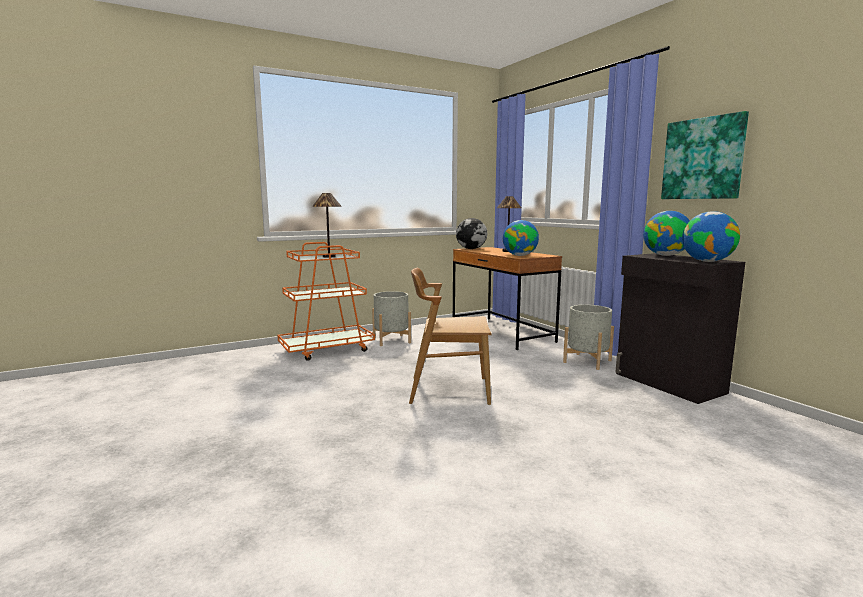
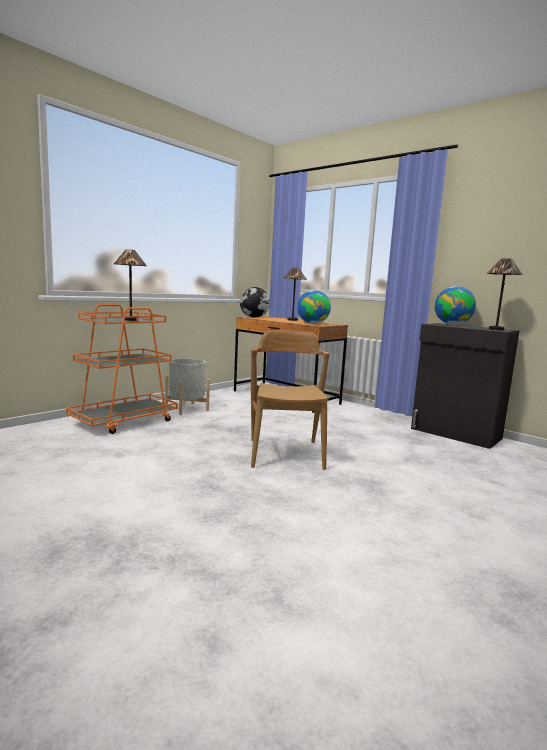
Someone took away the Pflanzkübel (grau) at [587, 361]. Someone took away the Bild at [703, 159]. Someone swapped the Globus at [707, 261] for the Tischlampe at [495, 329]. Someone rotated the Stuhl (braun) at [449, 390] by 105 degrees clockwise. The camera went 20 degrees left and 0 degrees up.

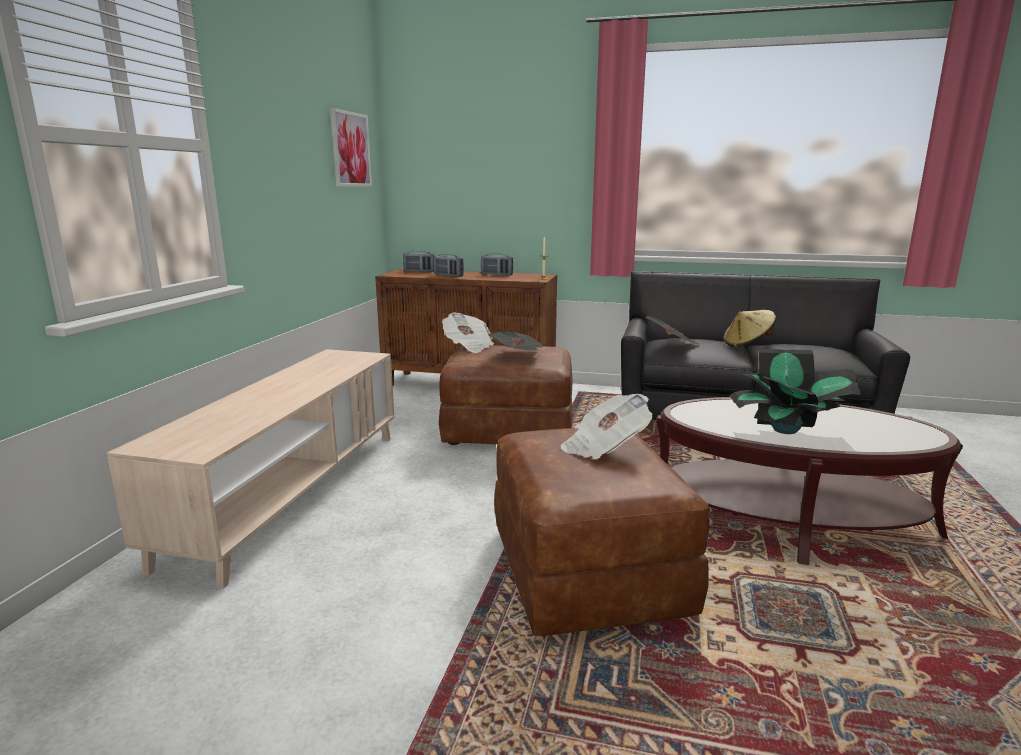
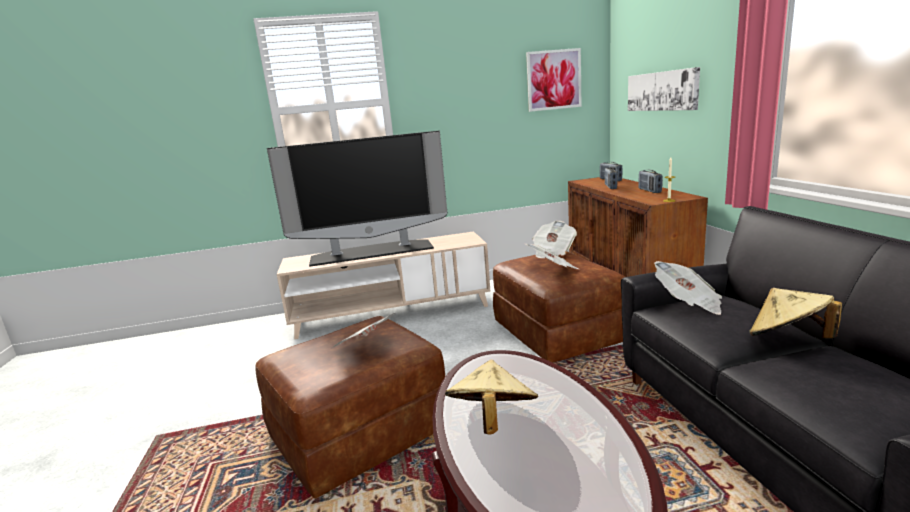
Someone put down the Fernseher at [372, 252]. Someone put up the Bild at [662, 91]. Someone swapped the Topfpflanze at [786, 430] for the Hut (beige) at [492, 420]. The camera went 65 degrees right and 0 degrees up.

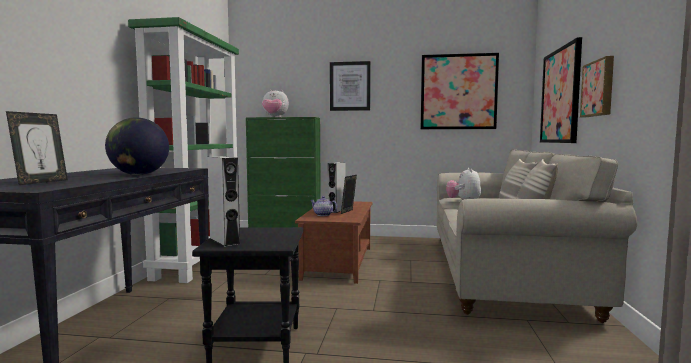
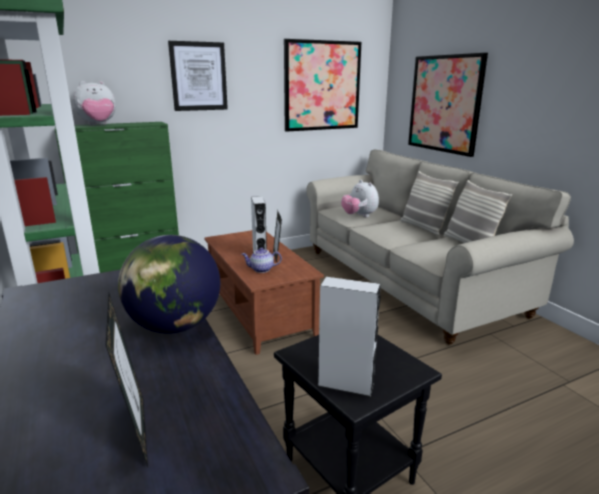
Someone took away the Bild at [599, 88]. The camera went 35 degrees left and 15 degrees up.

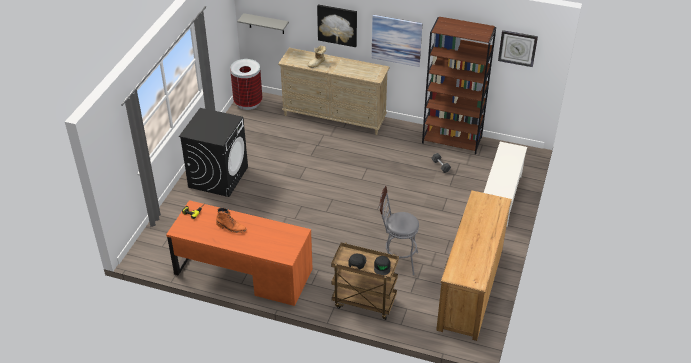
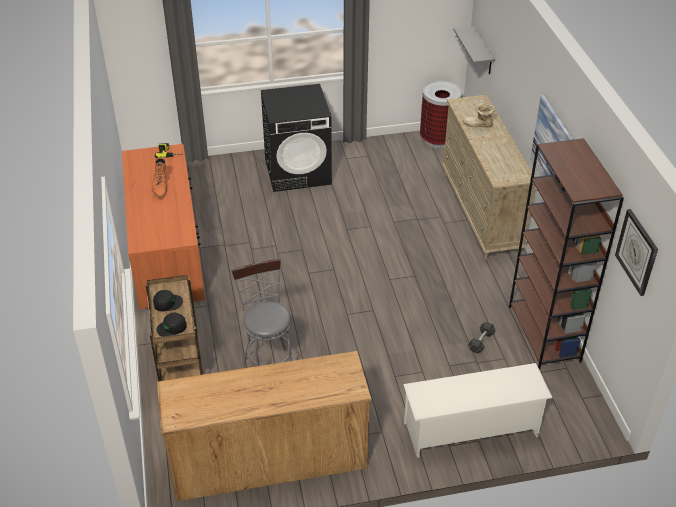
Someone took away the Bild at [337, 25]. The camera went 60 degrees right and 0 degrees up.

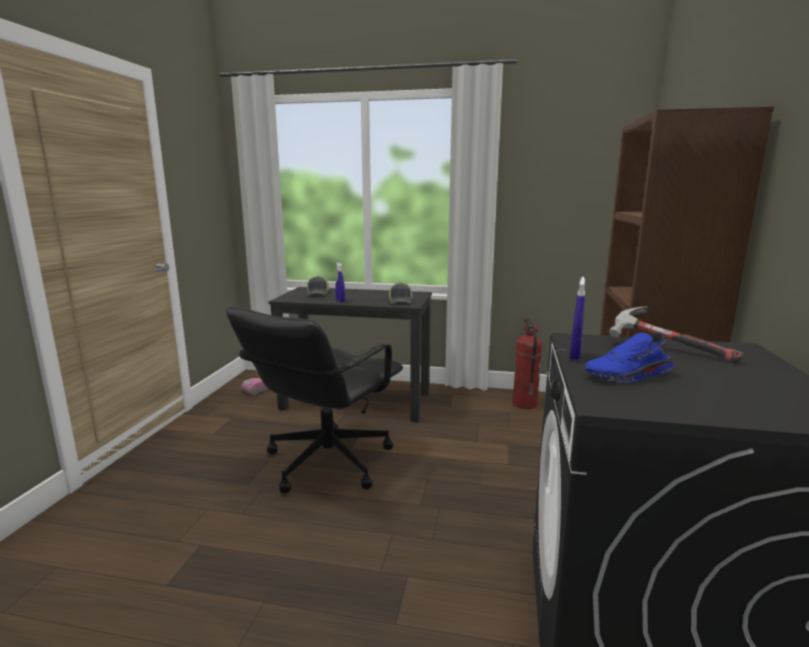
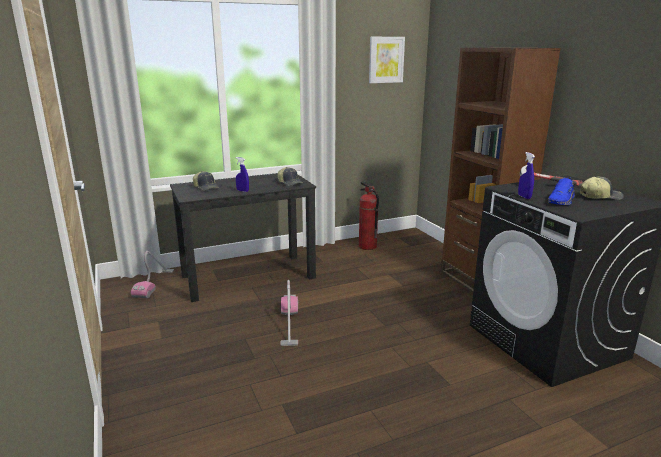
Someone put up the Bild at [386, 60]. Someone put down the Kappe at [599, 197]. Someone swapped the Bürostuhl (schwarz) at [326, 461] for the Staubsauger at [289, 323]. The camera went 35 degrees left and 5 degrees up.

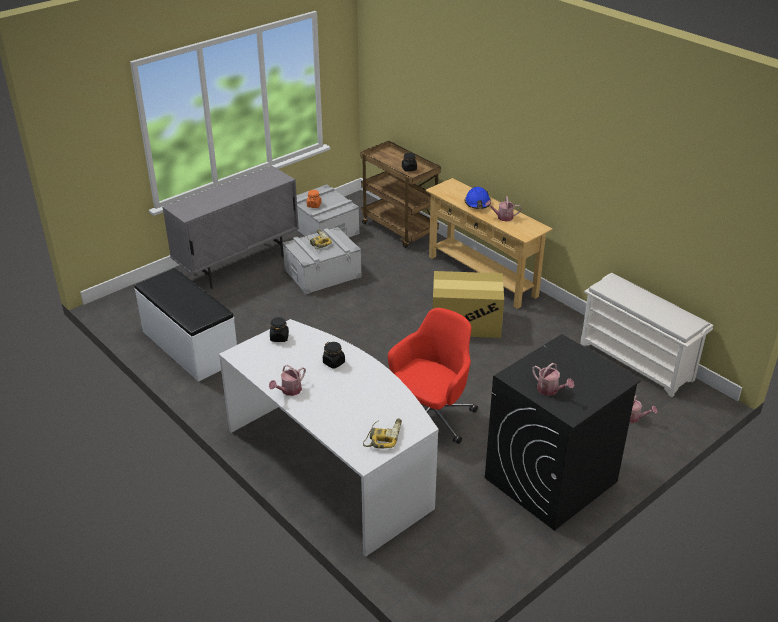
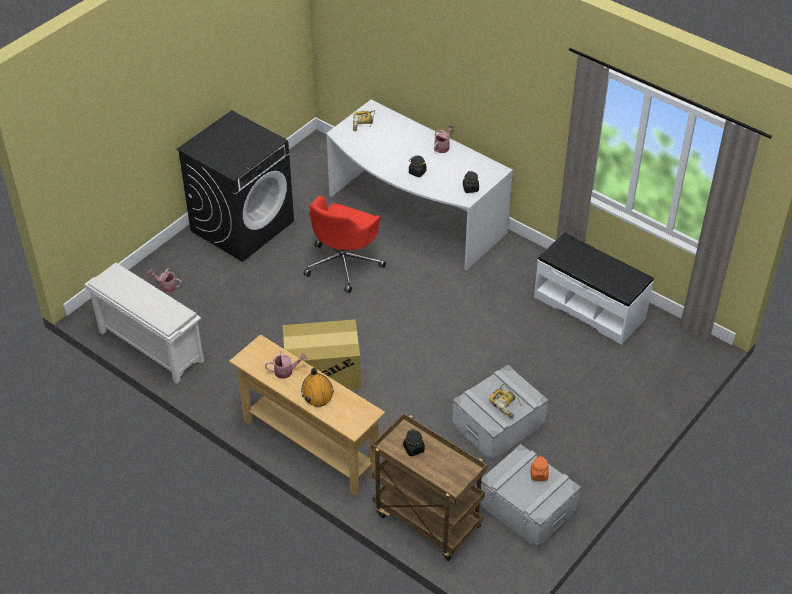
Someone took away the Schrank (grau) at [238, 265]. Someone took away the Gießkanne at [550, 390]. Someone repainted the Schutzhelm (blau) at [477, 203], which became the Schutzhelm (orange) at [317, 392]. The camera went 170 degrees right and 10 degrees up.

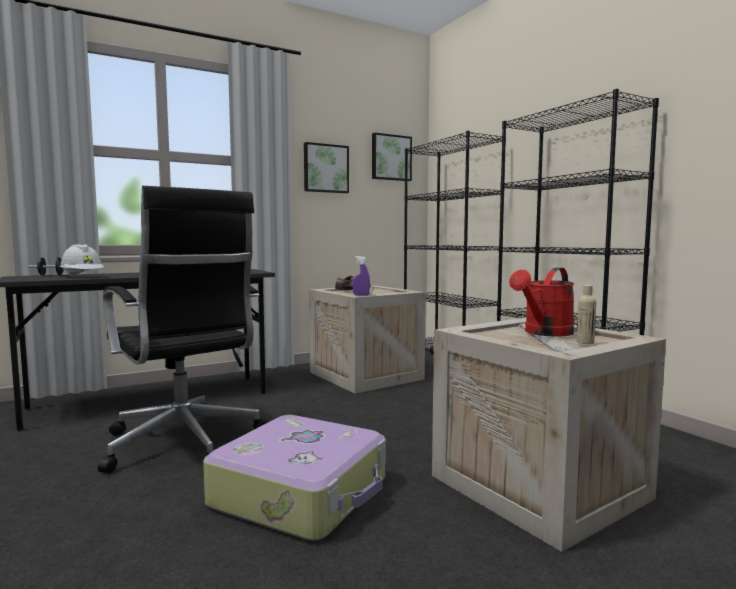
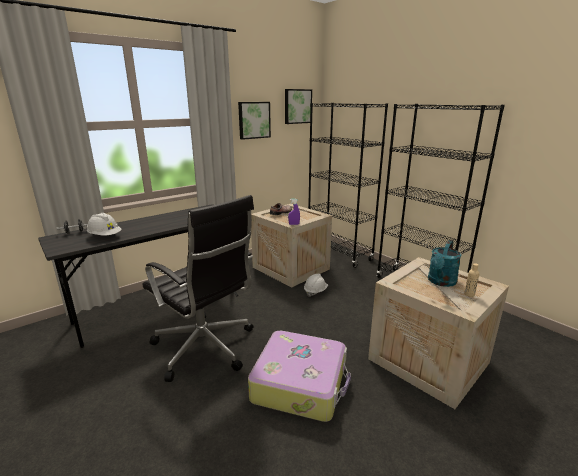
Someone put down the Schutzhelm (weiß) at [315, 291]. Someone repainted the Gießkanne (rot) at [544, 333], which became the Gießkanne (türkis) at [440, 282]. The camera went 10 degrees left and 15 degrees up.

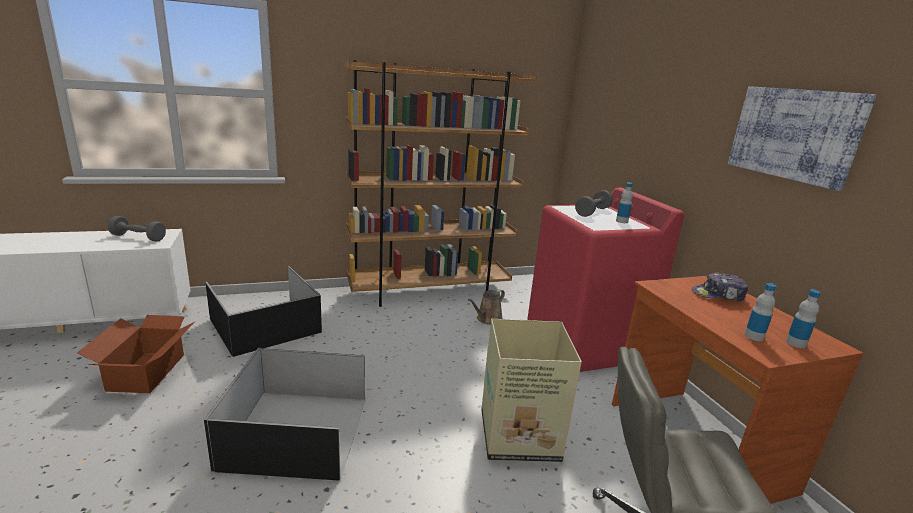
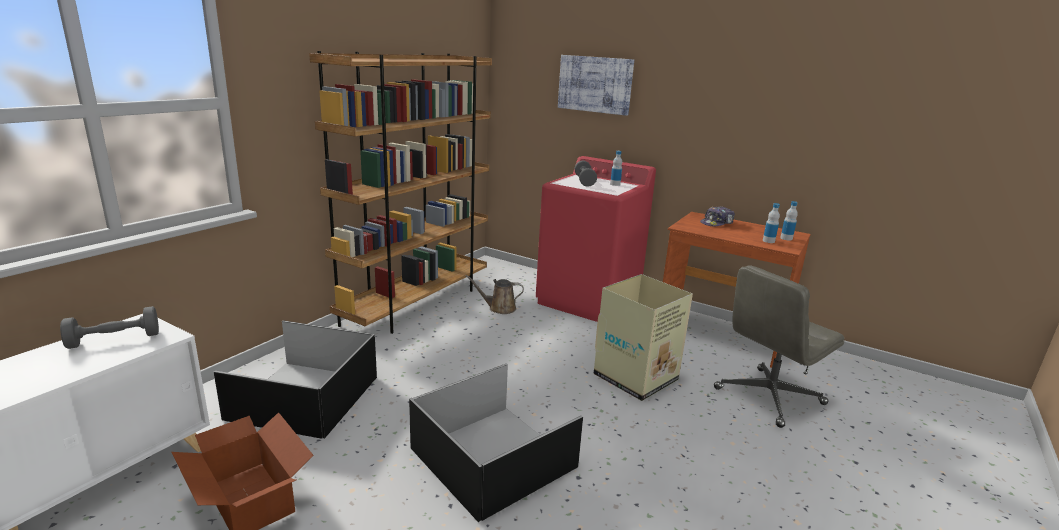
Someone carried the Bild from [793, 134] to [595, 84]. Someone rotated the Gießkanne (braun) at [487, 319] by 90 degrees clockwise. The camera went 40 degrees left and 0 degrees up.

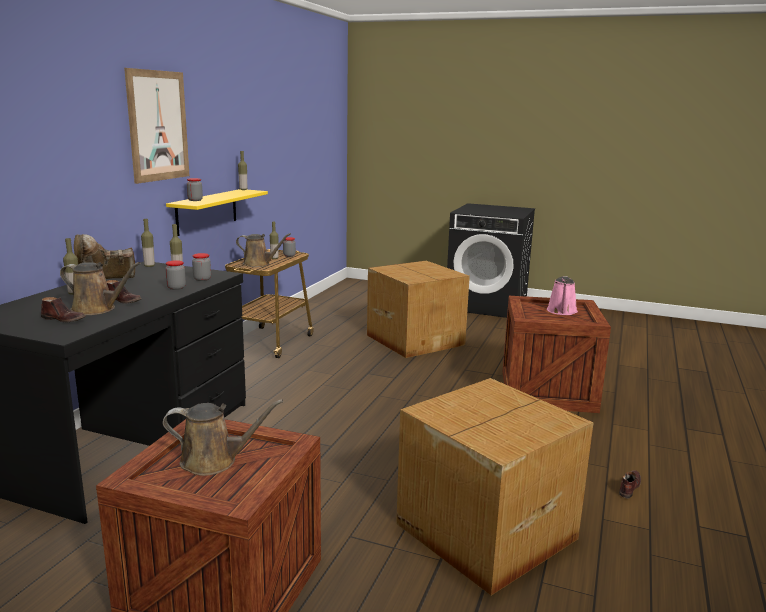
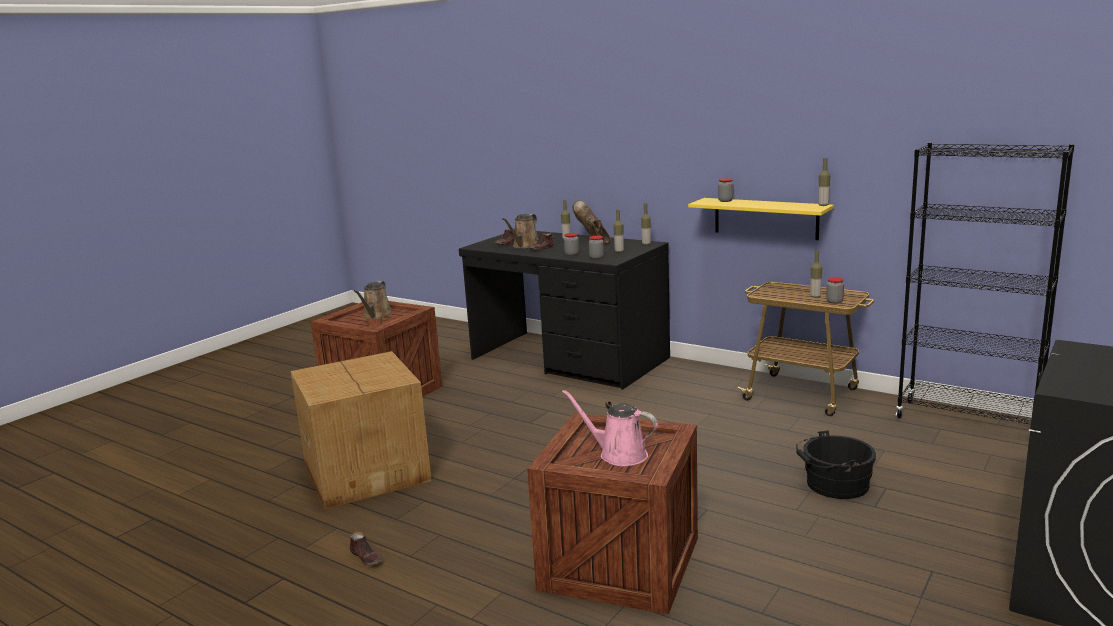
Someone took away the Bild at [158, 126]. Someone took away the Gießkanne (braun) at [259, 264]. Someone put down the Bücherregal (schwarz) at [967, 421]. Someone swapped the Karton at [415, 339] for the Eimer (schwarz) at [833, 485]. The camera went 105 degrees right and 0 degrees up.

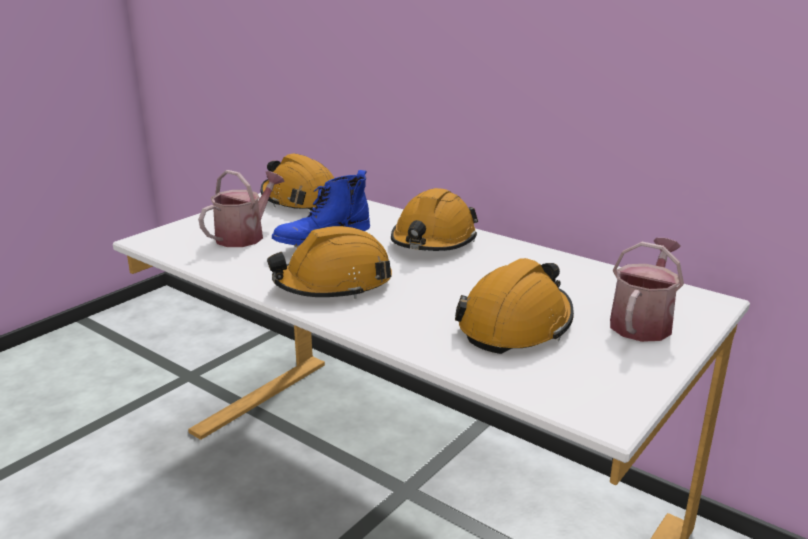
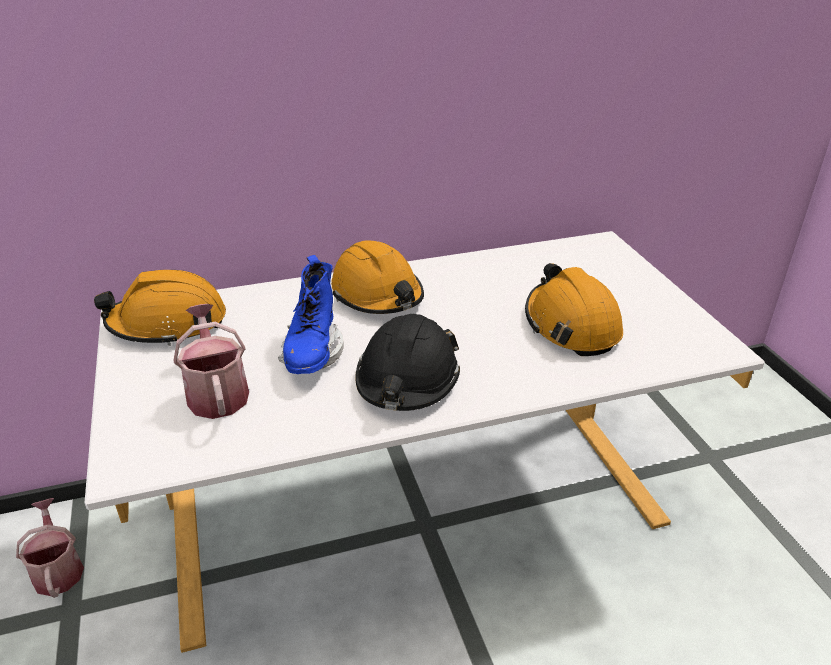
Someone carried the Gießkanne from [642, 322] to [57, 569]. Someone repainted the Schutzhelm (orange) at [334, 284], which became the Schutzhelm (schwarz) at [407, 379]. The camera went 55 degrees left and 10 degrees up.

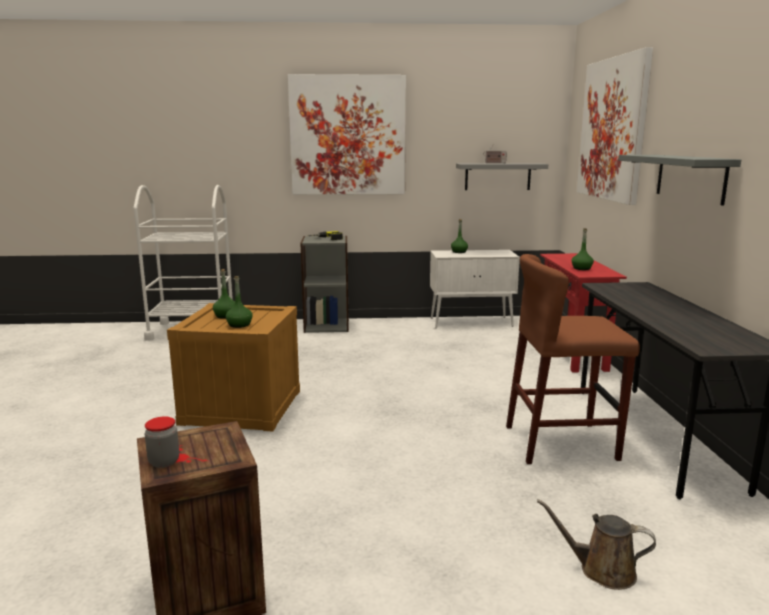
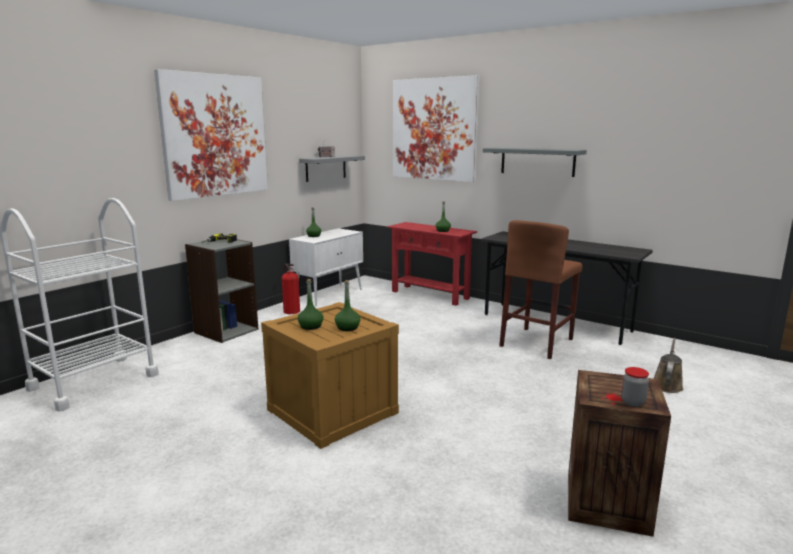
Someone put down the Feuerlöscher at [291, 311]. Someone rotated the Gießkanne (braun) at [601, 570] by 150 degrees clockwise. The camera went 50 degrees left and 0 degrees up.

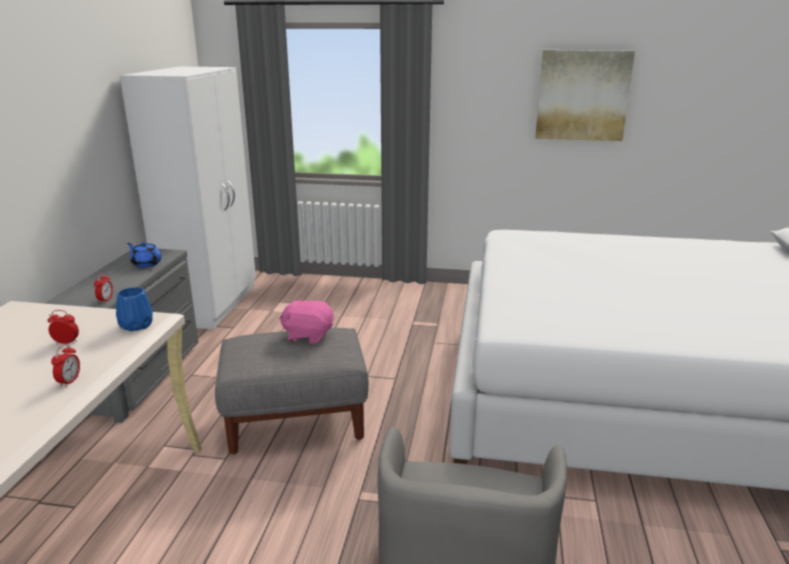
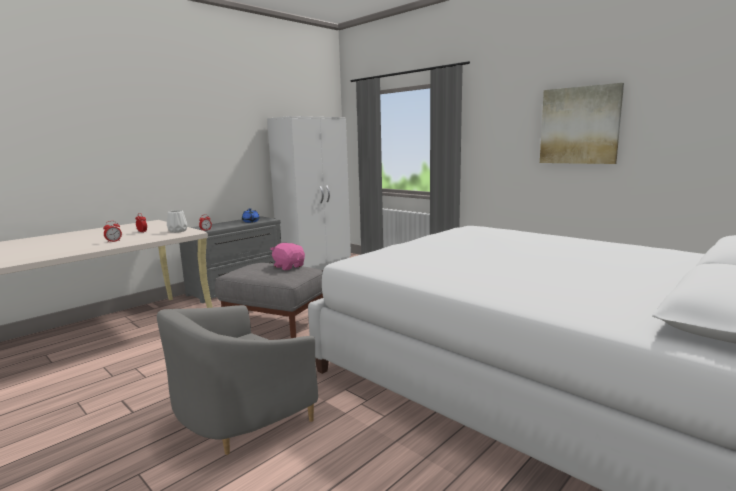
Someone repainted the Vase (blau) at [137, 325], which became the Vase (weiß) at [178, 231]. The camera went 35 degrees right and 10 degrees down.

